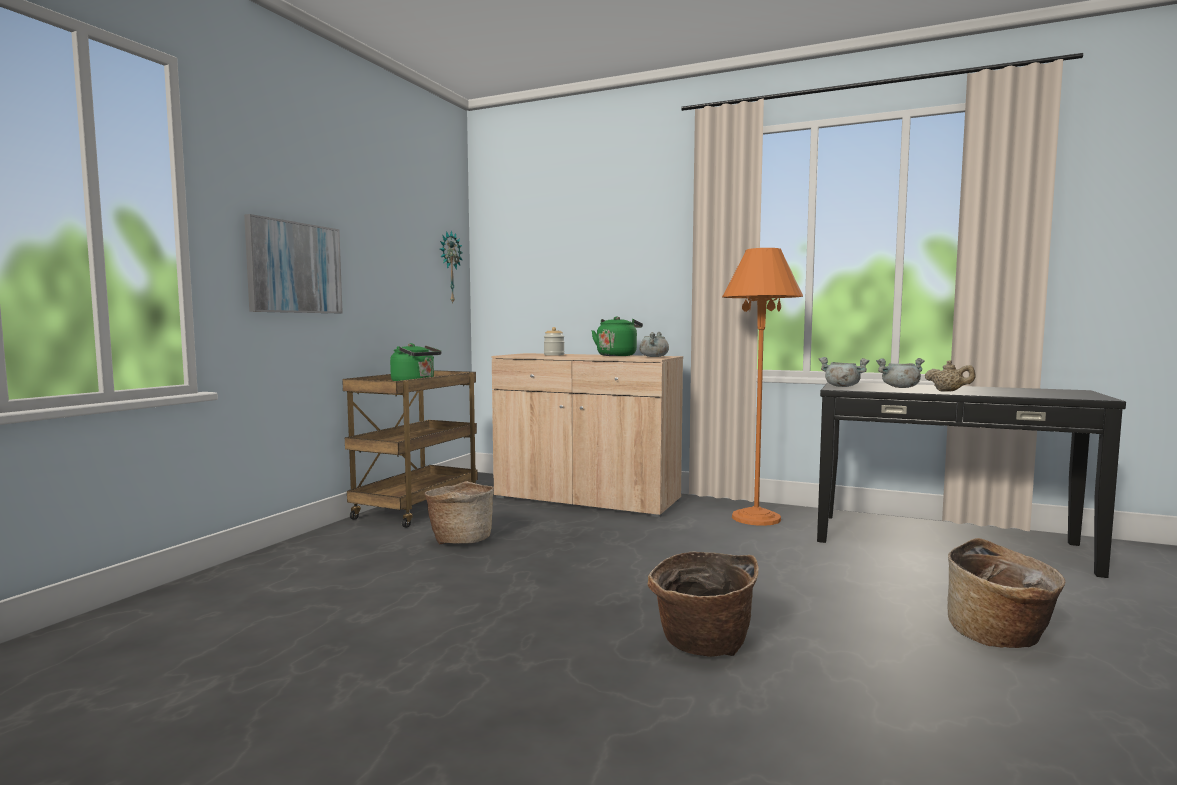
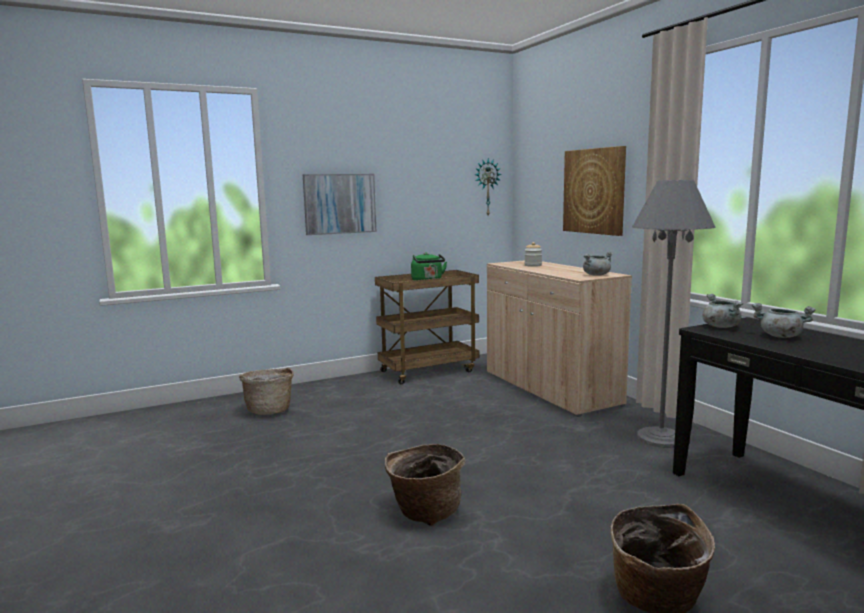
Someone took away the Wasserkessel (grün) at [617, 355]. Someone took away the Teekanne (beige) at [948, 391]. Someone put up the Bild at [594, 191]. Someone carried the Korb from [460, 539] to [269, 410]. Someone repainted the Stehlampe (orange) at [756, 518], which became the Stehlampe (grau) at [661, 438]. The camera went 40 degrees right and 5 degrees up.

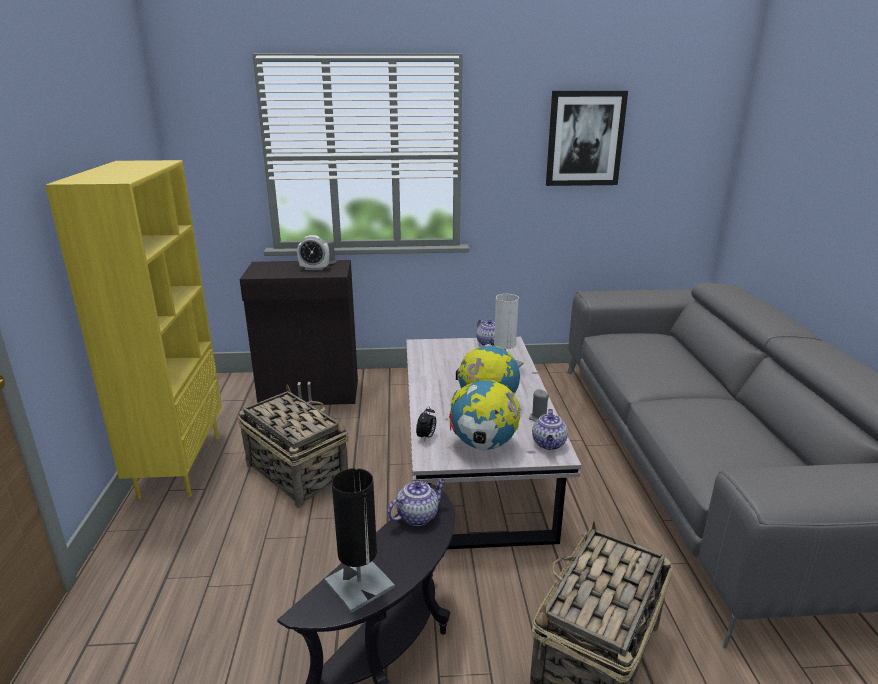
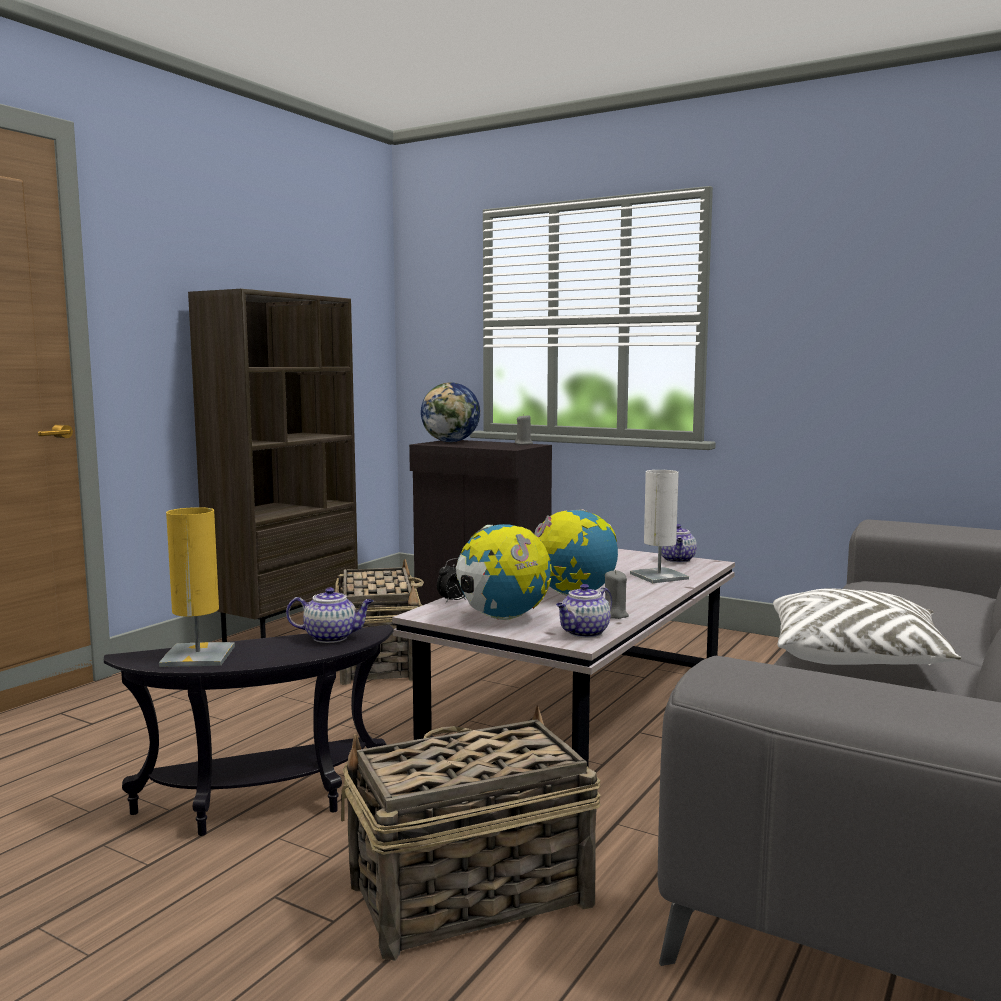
Someone took away the Wecker at [314, 268]. Someone took away the Bild at [585, 139]. Someone put down the Globus at [451, 442]. Someone put down the Kissen (weiß) at [856, 657]. Someone repainted the Bücherregal (gelb) at [179, 465], which became the Bücherregal (braun) at [286, 631]. Someone repainted the Tischlampe (schwarz) at [359, 584], which became the Tischlampe (gelb) at [198, 656]. The camera went 35 degrees right and 15 degrees down.

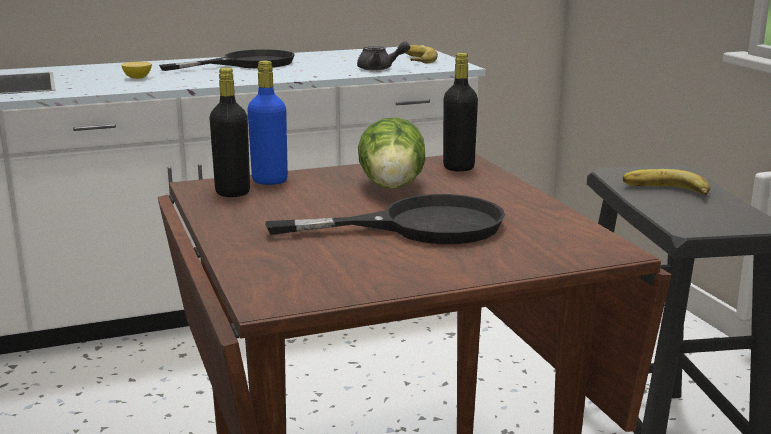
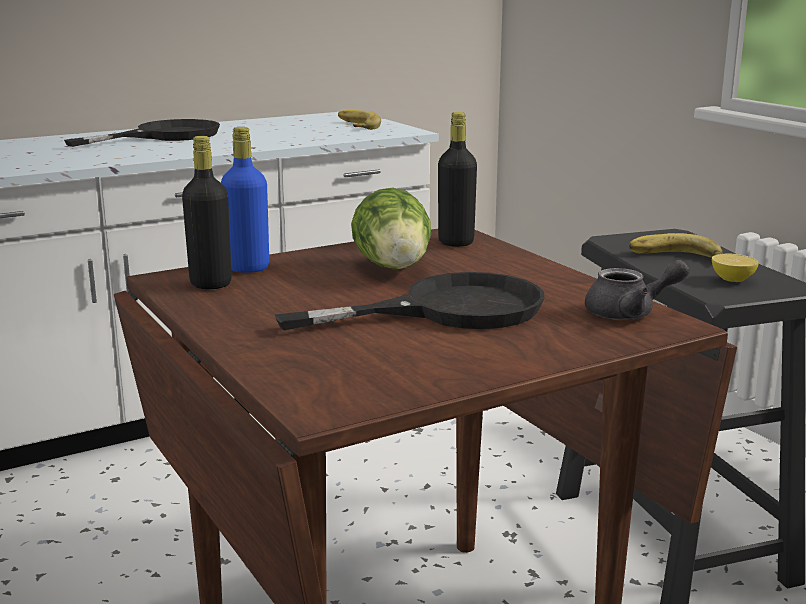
Someone carried the Zitrone from [137, 78] to [732, 280]. Someone carried the Teekanne (grau) from [380, 69] to [630, 313]. The camera went 10 degrees left and 0 degrees up.

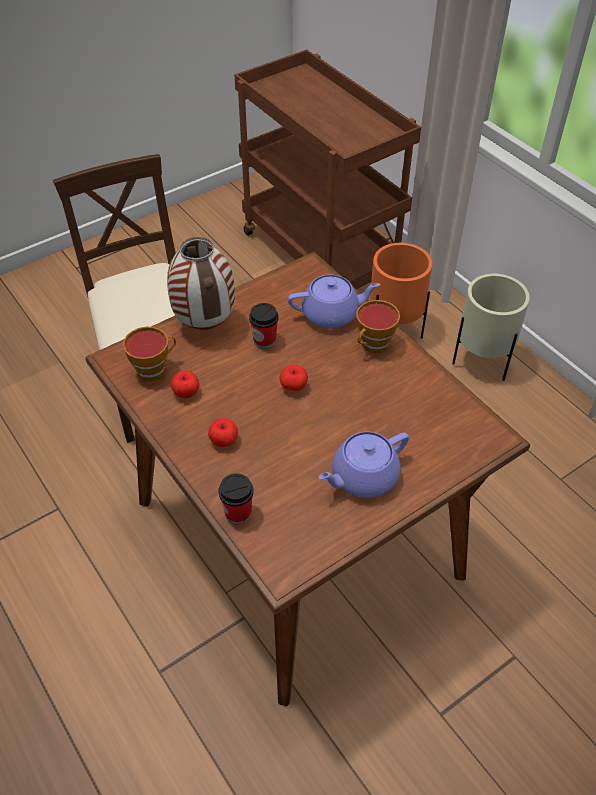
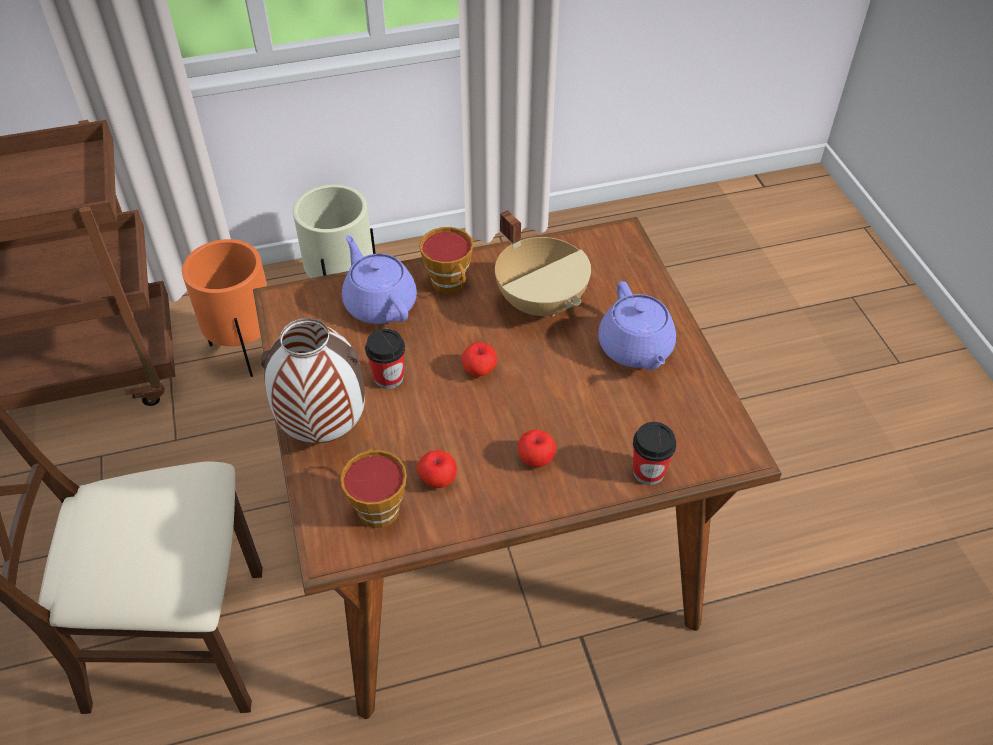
Someone put down the Kochtopf (beige) at [542, 301]. Someone rotated the Teekanne (lila) at [332, 314] by 45 degrees counterclockwise. The camera went 70 degrees left and 0 degrees up.

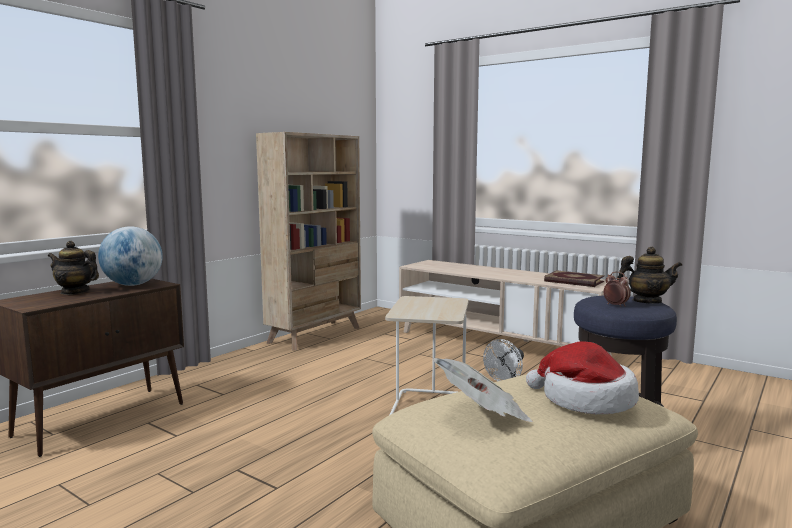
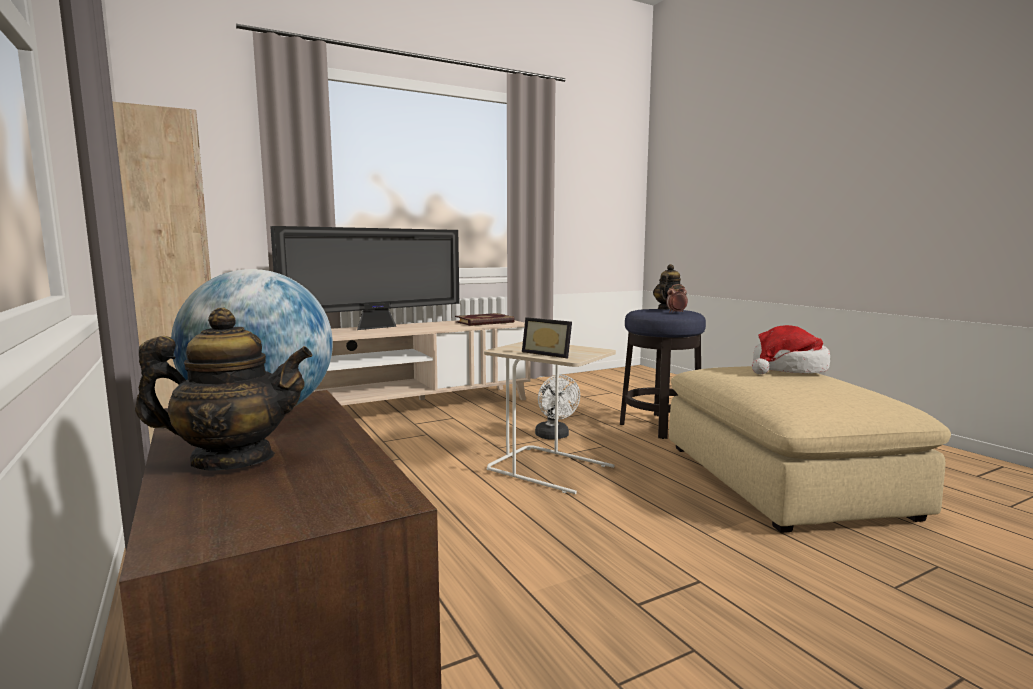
Someone took away the Zeitung at [482, 414]. Someone put down the Fernseher at [377, 327]. Someone put down the Bilderrahmen at [549, 354]. Someone rotated the Teekanne at [75, 292] by 135 degrees counterclockwise. The camera went 65 degrees left and 0 degrees up.

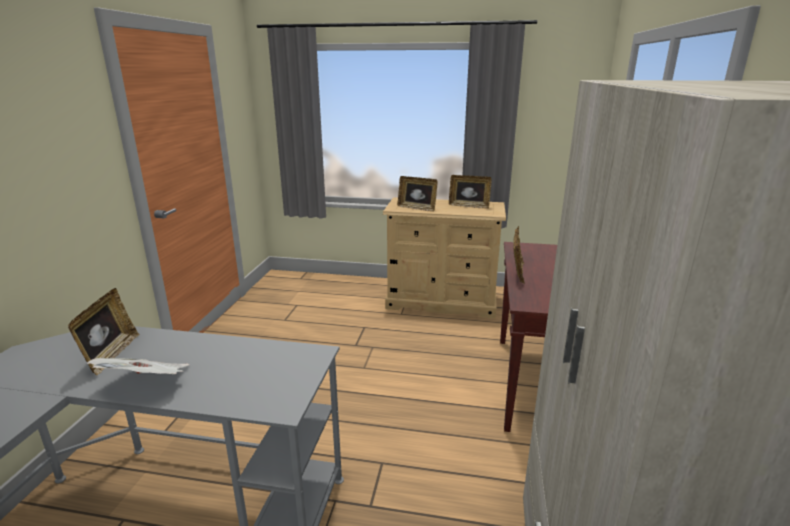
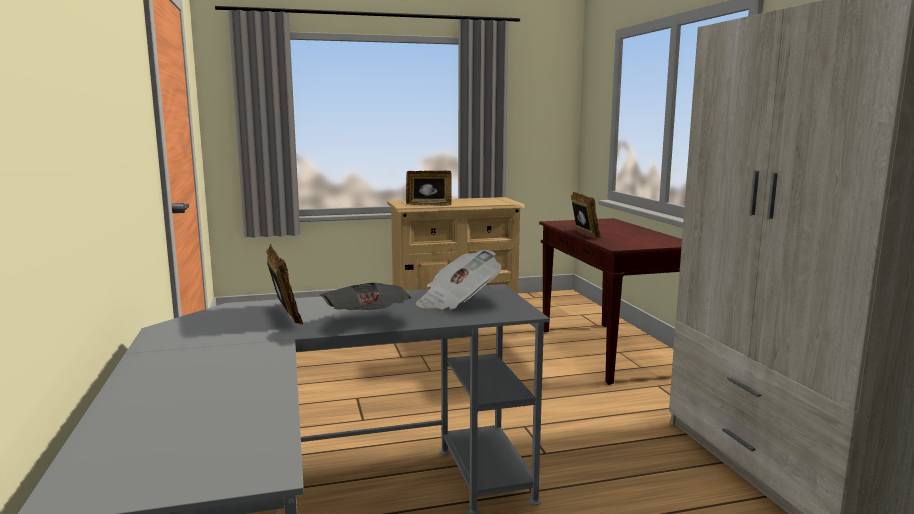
Someone took away the Bilderrahmen at [469, 206]. Someone put down the Zeitung at [457, 302]. The camera went 25 degrees left and 10 degrees down.

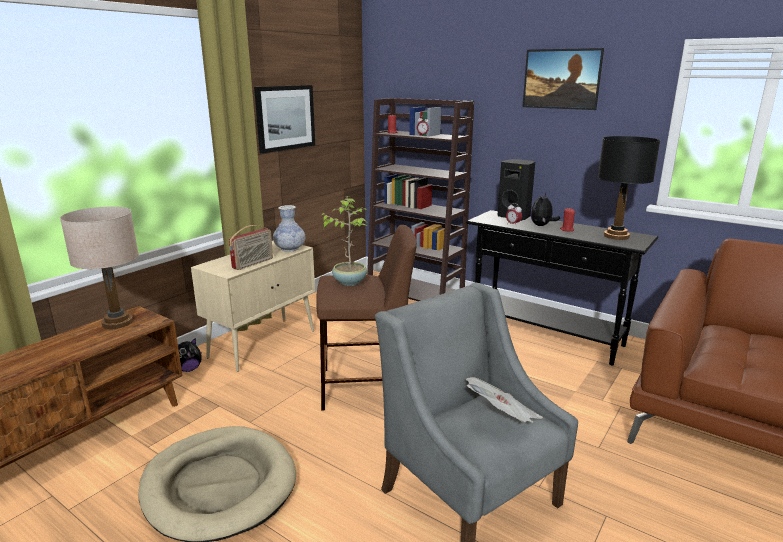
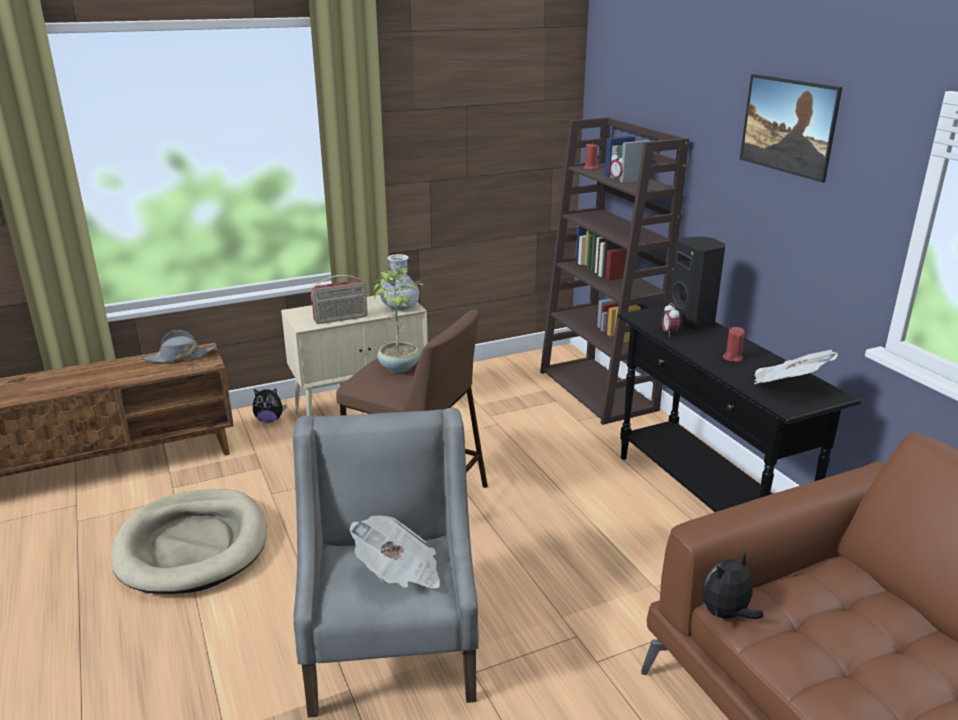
Someone took away the Bild at [285, 118]. Someone carried the Plüschtier from [542, 226] to [726, 615]. Someone swapped the Tischlampe (beige) at [117, 322] for the Hut (grau) at [180, 357]. Someone swapped the Tischlampe (schwarz) at [616, 236] for the Zeitung at [788, 385]. The camera went 30 degrees right and 5 degrees up.

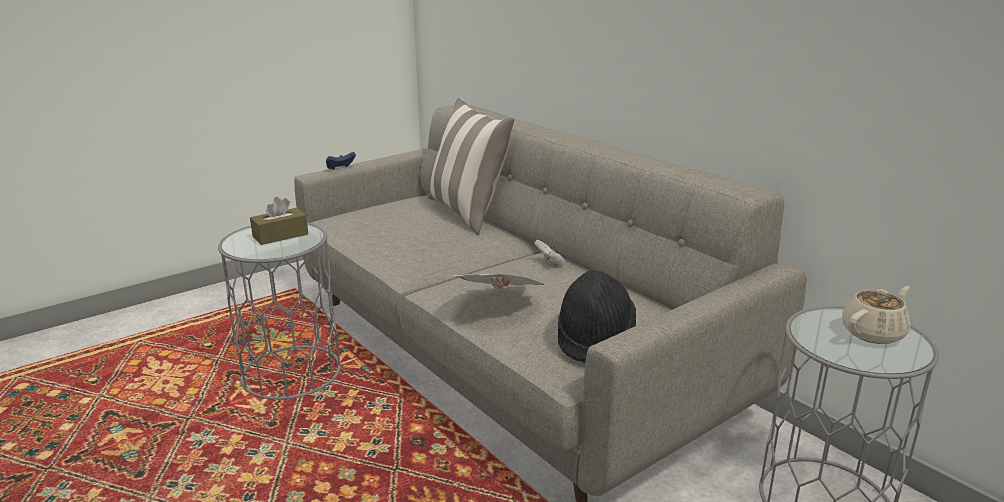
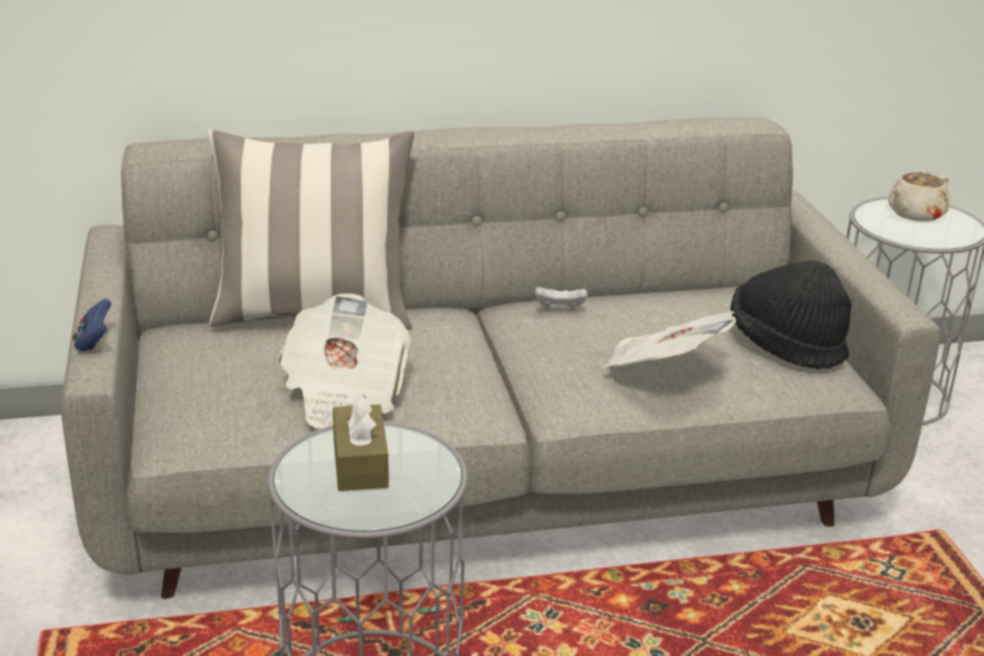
Someone put down the Zeitung at [344, 393]. Someone rotated the Teekanne (beige) at [873, 333] by 120 degrees counterclockwise. The camera went 65 degrees left and 5 degrees up.

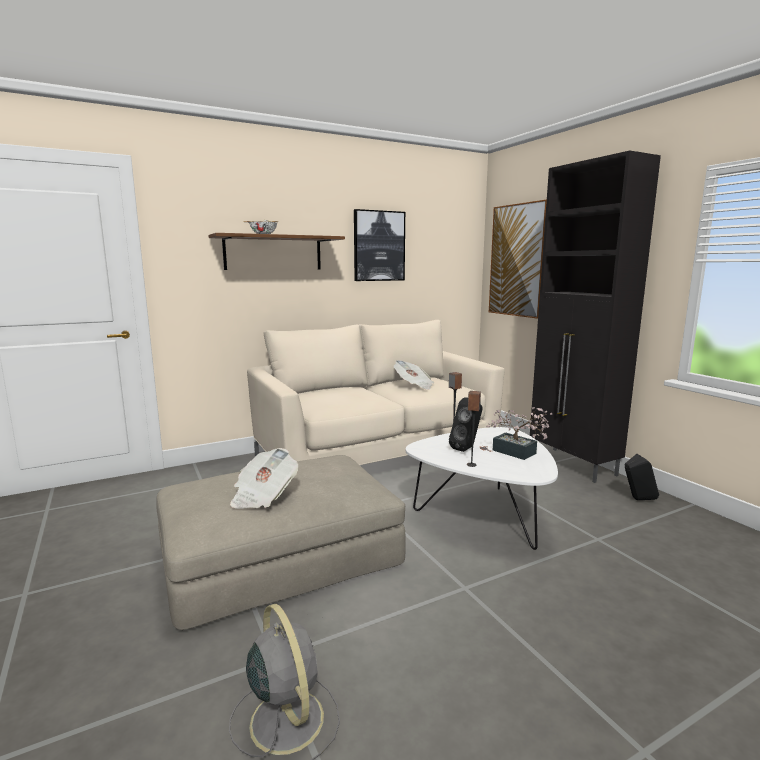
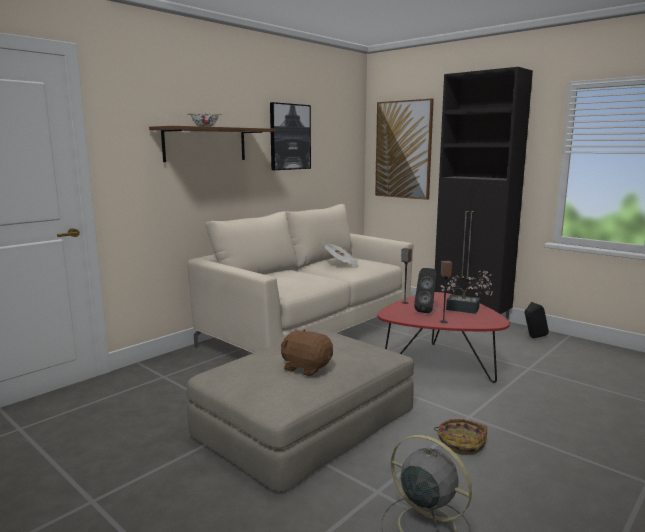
Someone put down the Korb at [461, 443]. Someone swapped the Zeitung at [263, 496] for the Plüschtier (braun) at [306, 367]. Someone repainted the Couchtisch (weiß) at [483, 515], which became the Couchtisch (rot) at [438, 365]. The camera went 20 degrees left and 0 degrees up.

